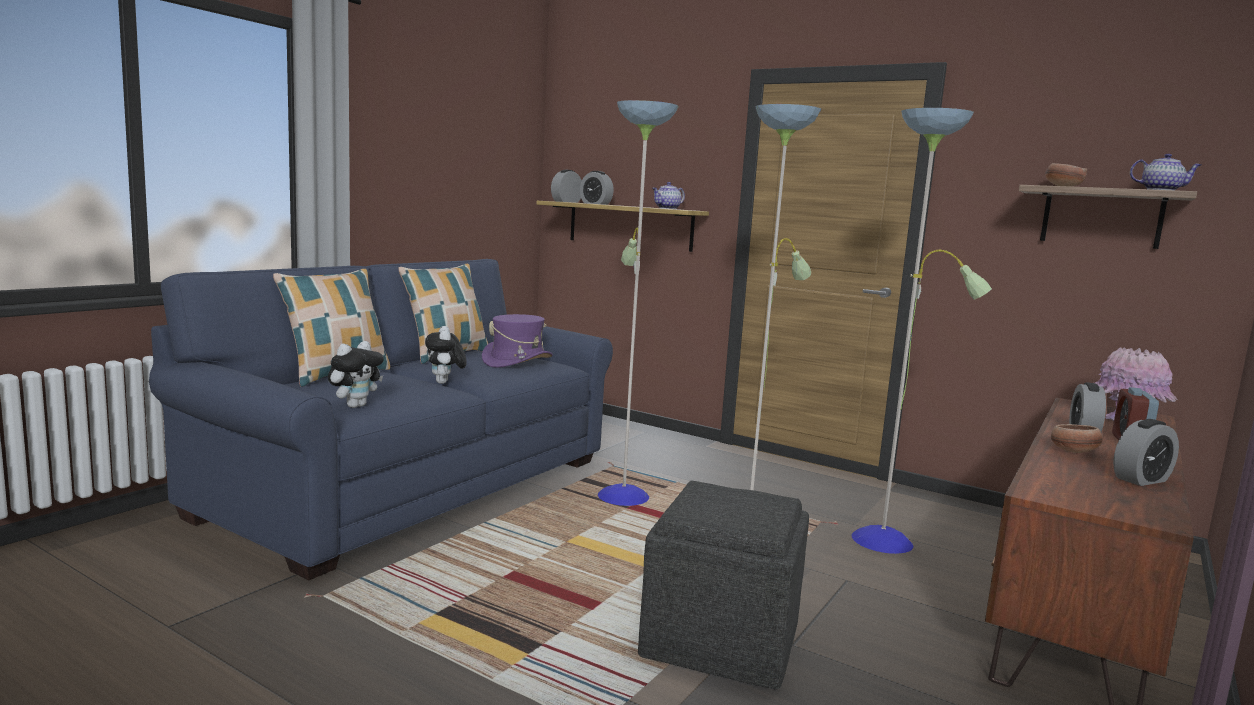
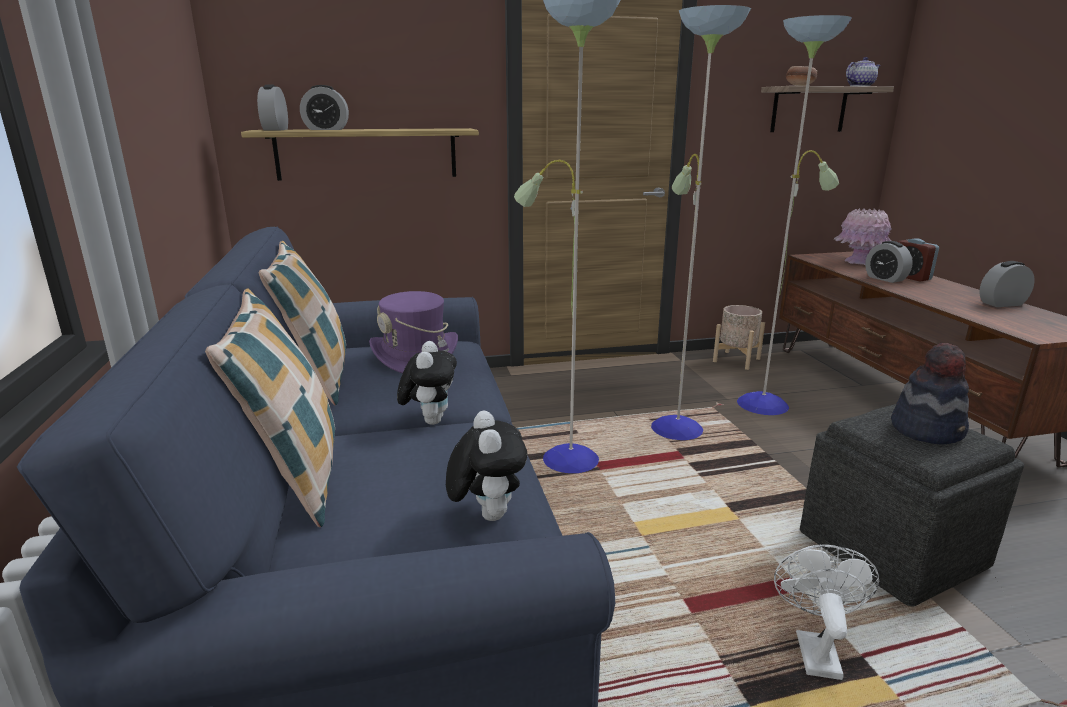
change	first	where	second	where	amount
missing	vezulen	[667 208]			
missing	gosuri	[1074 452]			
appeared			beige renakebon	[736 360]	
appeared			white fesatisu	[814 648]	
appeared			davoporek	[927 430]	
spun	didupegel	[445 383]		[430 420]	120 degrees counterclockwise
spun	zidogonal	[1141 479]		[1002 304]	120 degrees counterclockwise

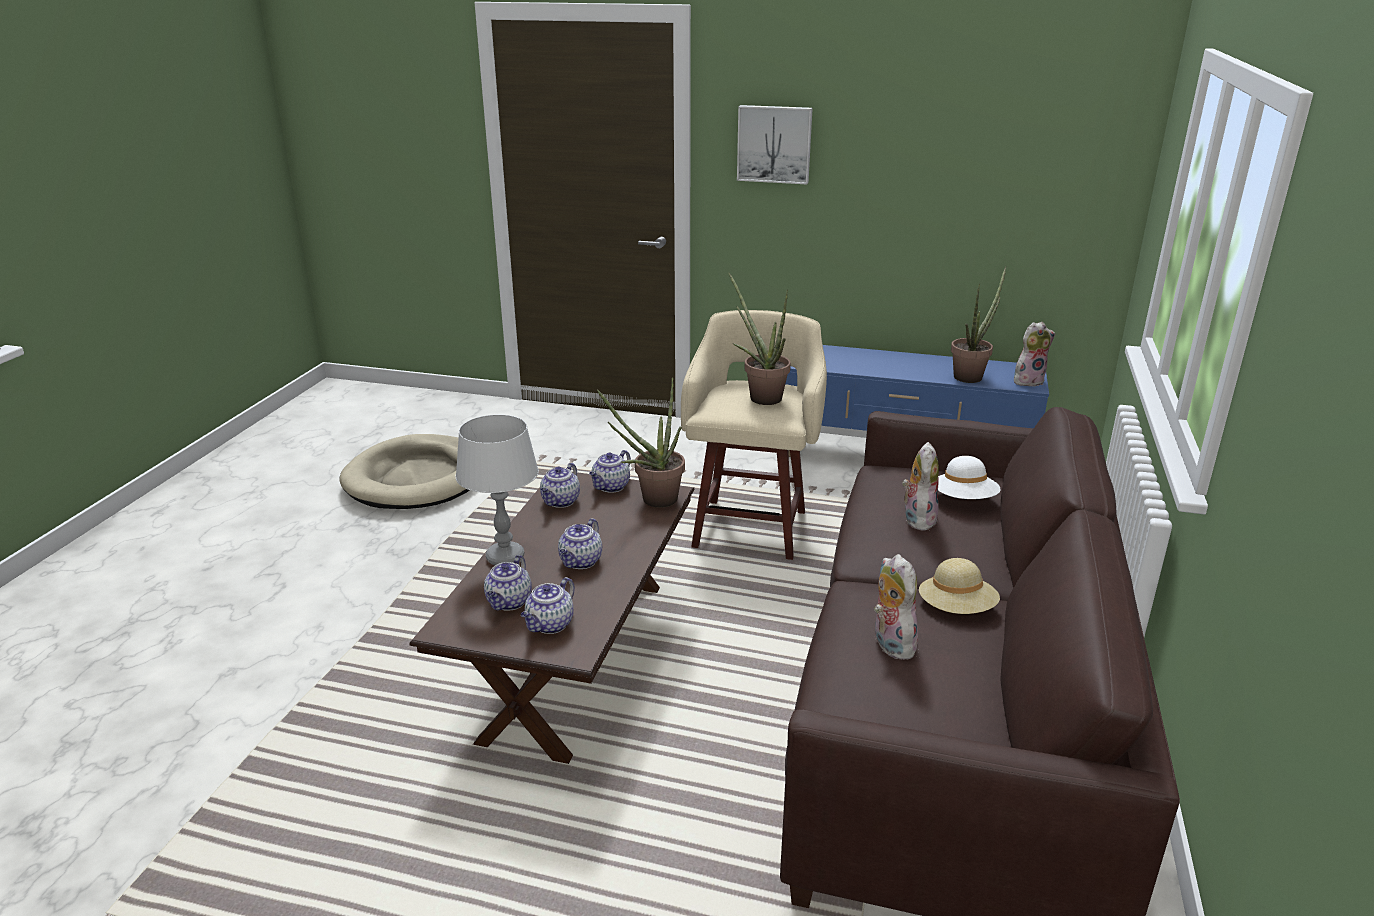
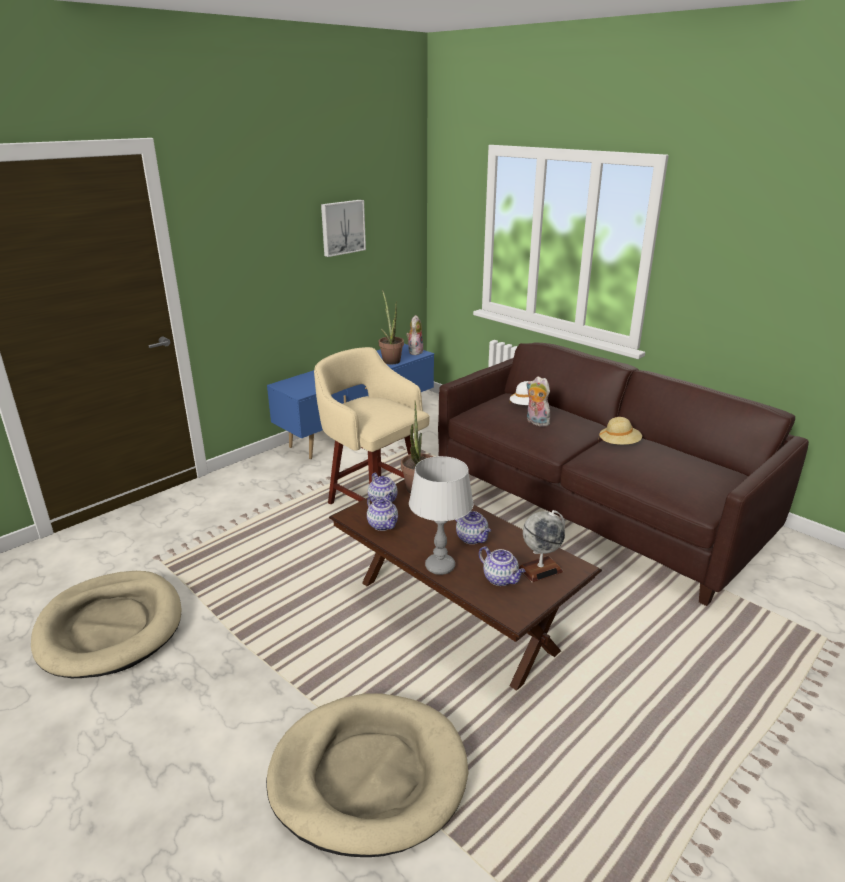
change	first	where	second	where	amount
missing	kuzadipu	[760 396]			
missing	didupegel	[890 644]			
appeared			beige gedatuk	[368 775]	
relocated	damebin	[774 144]		[342 227]	
exchanged	vezulen	[550 625]	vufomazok	[540 569]	

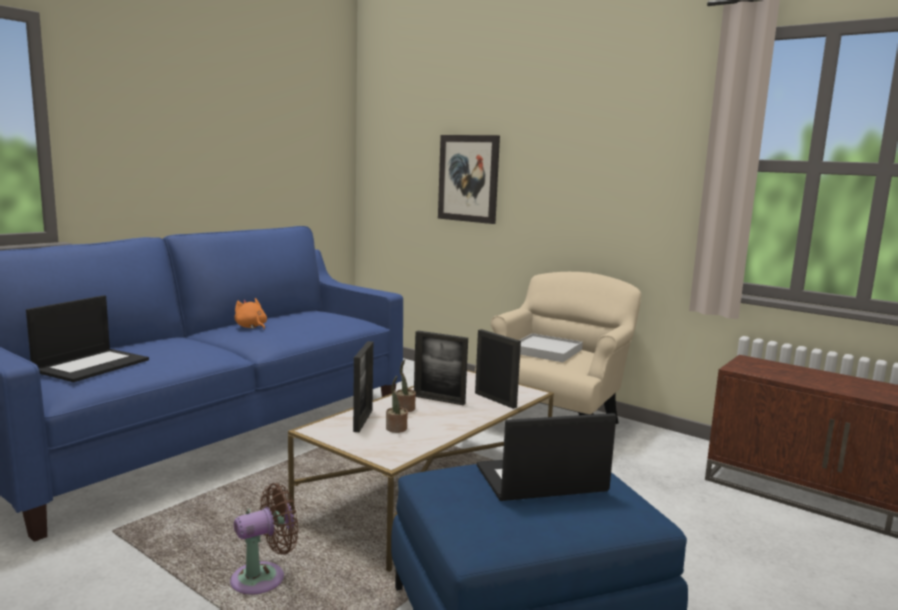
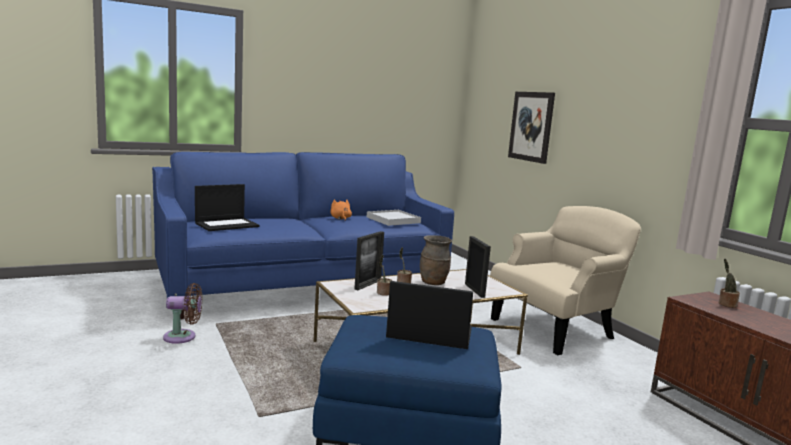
change	first	where	second	where	amount
appeared			kuzadipu	[726 304]	
relocated	brown fesatisu	[264 578]		[183 337]	
relocated	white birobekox	[546 351]		[393 220]	
exchanged	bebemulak	[439 400]	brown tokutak	[433 283]	

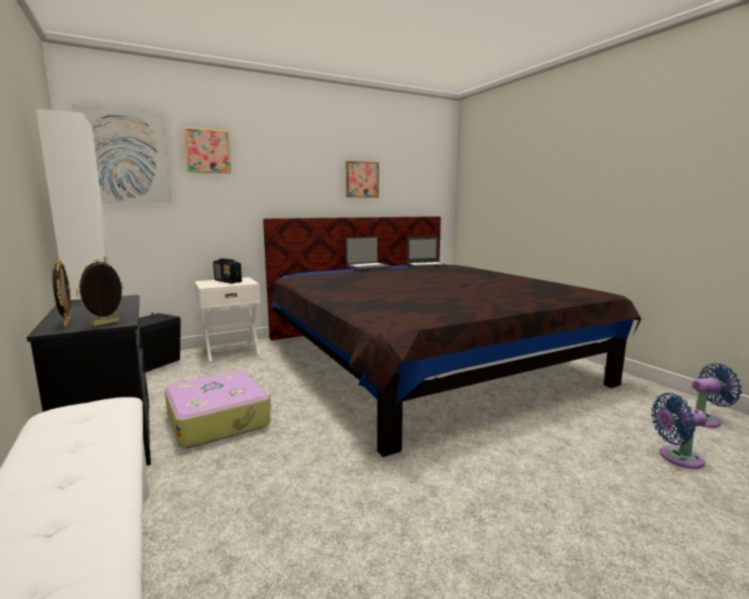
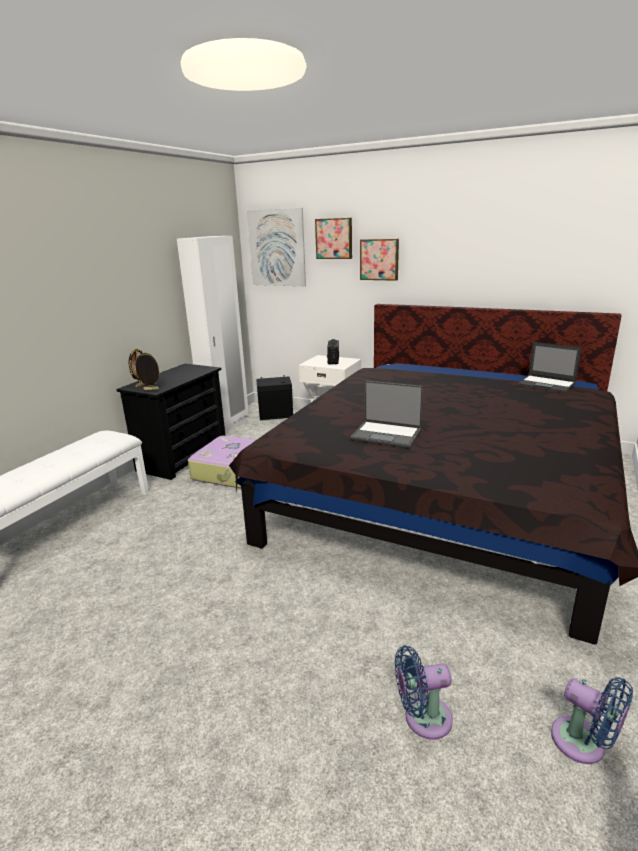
change	first	where	second	where	amount
relocated	damebin	[361 179]		[379 259]	
relocated	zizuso	[368 267]		[386 435]	
spun	blue fesatisu	[677 458]		[423 718]	60 degrees counterclockwise

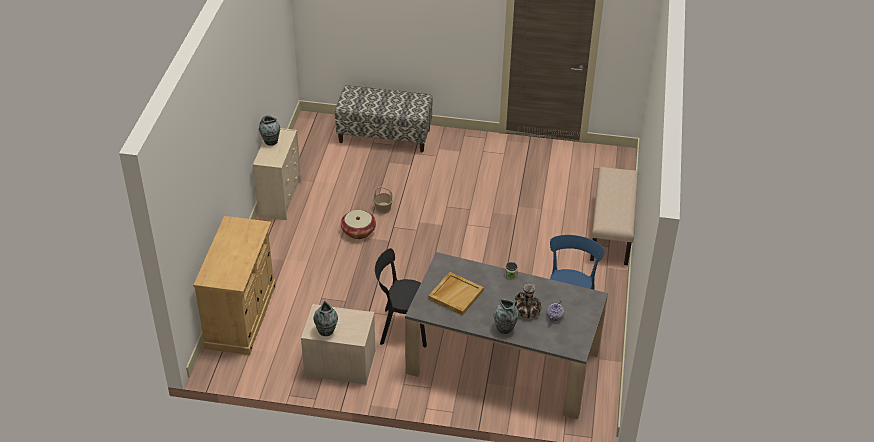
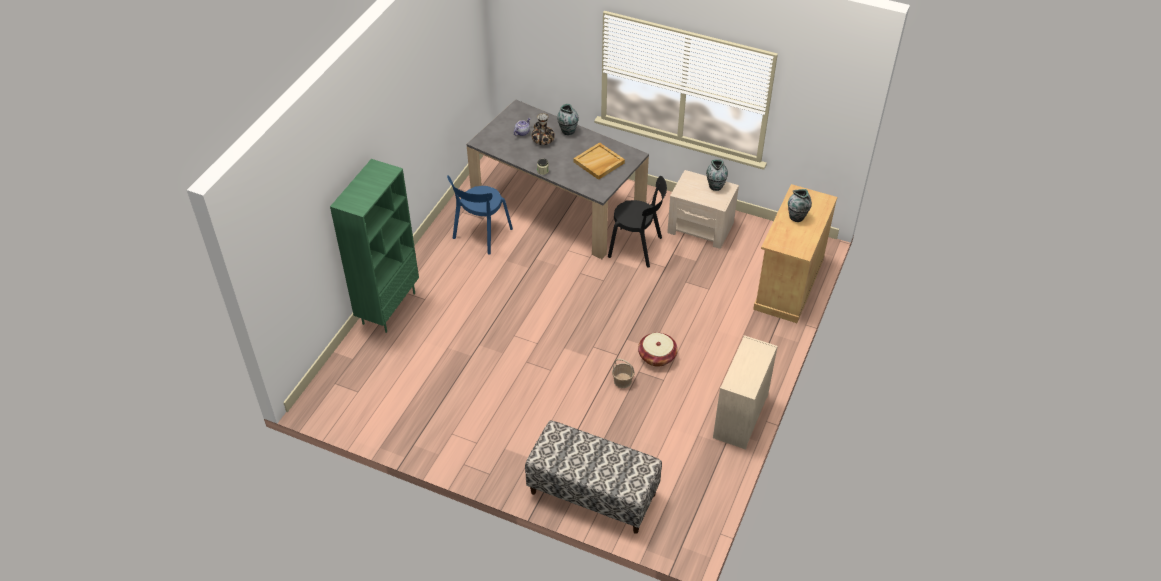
change	first	where	second	where	amount
relocated	tokutak	[270 141]		[797 217]	
exchanged	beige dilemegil	[612 231]	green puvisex	[388 308]	

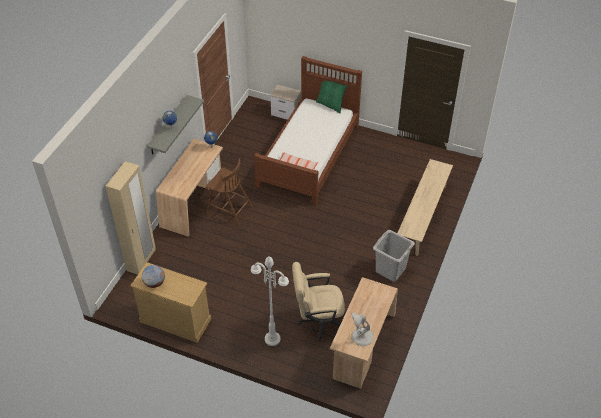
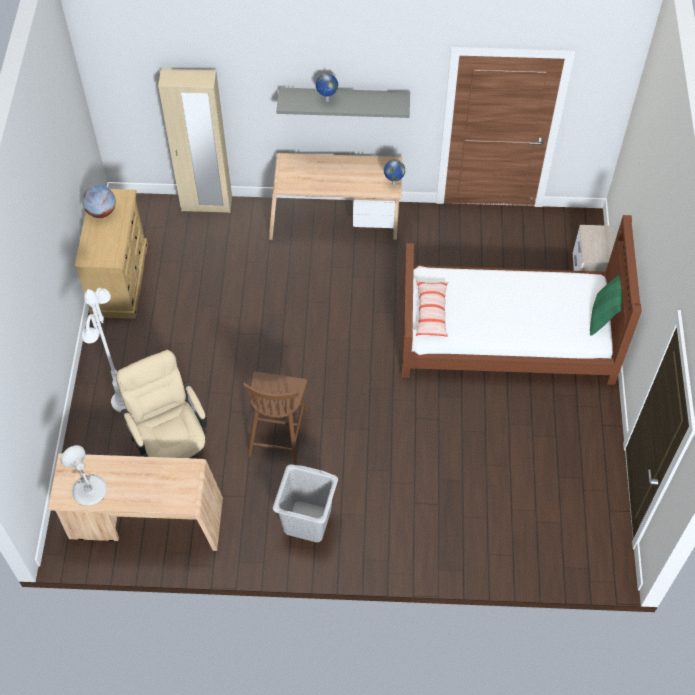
change	first	where	second	where	amount
missing	beige dilemegil	[423 217]			
relocated	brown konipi	[229 208]		[278 431]	

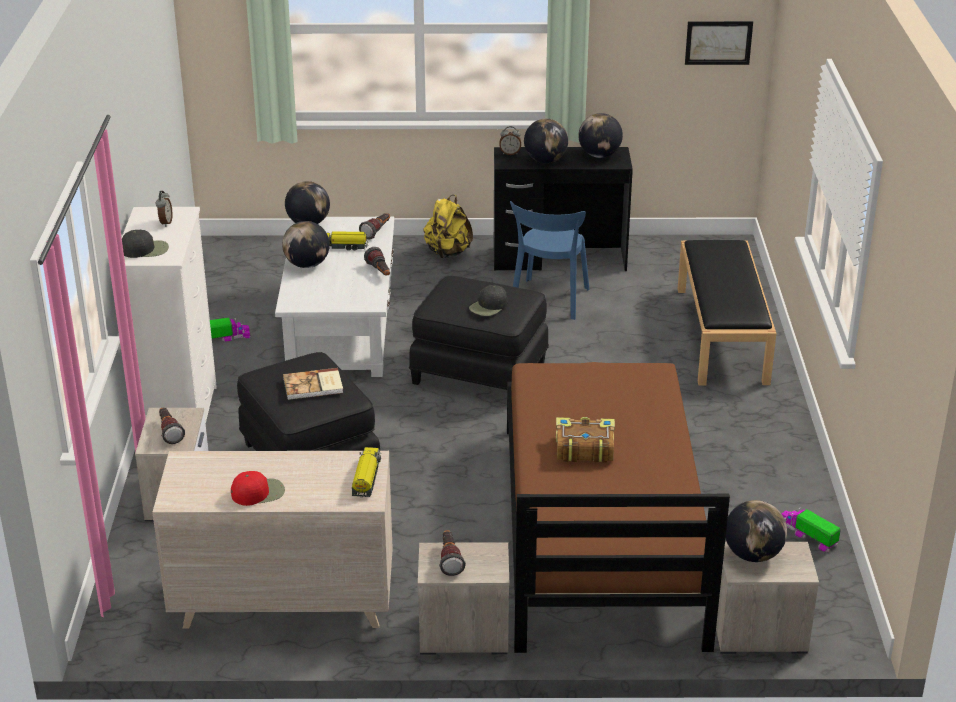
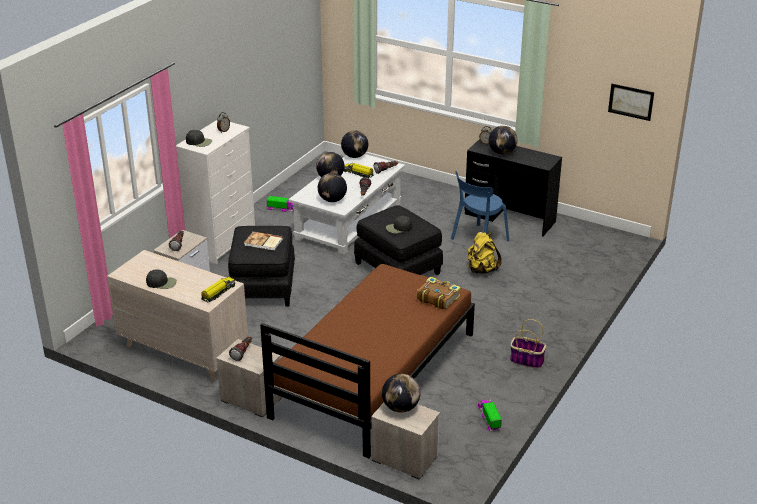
change	first	where	second	where	amount
missing	black dilemegil	[722 335]			
appeared			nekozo	[526 360]	
relocated	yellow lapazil	[448 253]		[481 270]	
relocated	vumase	[583 448]		[437 298]	
relocated	vufomazok	[599 155]		[332 200]	
colour	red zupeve	[258 492]	black zupeve	[161 283]	

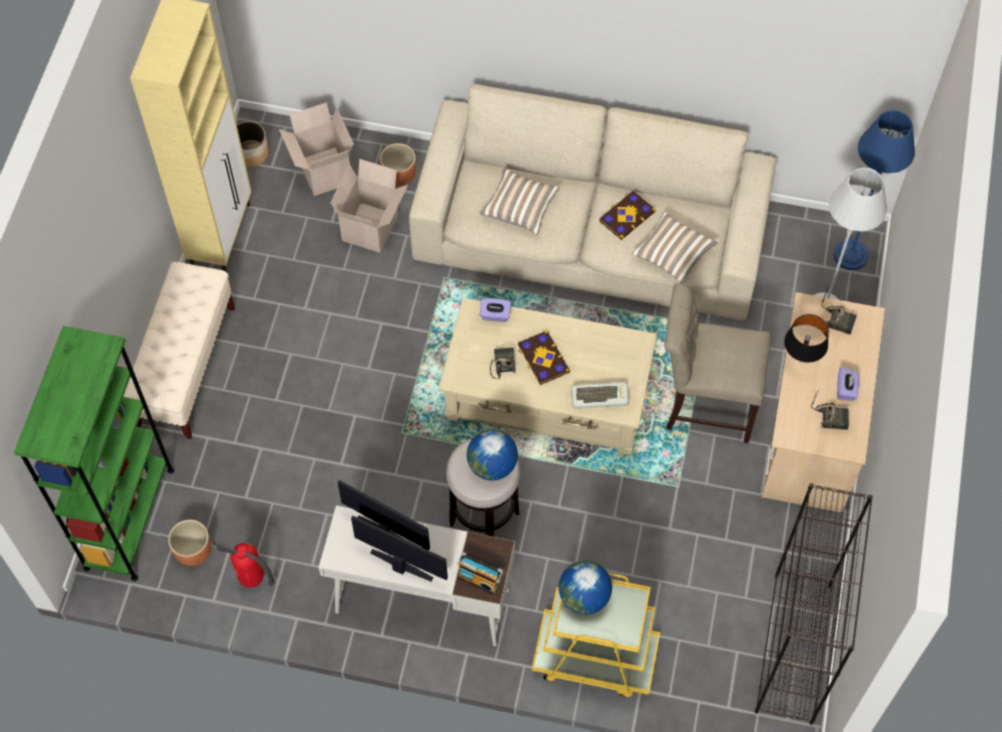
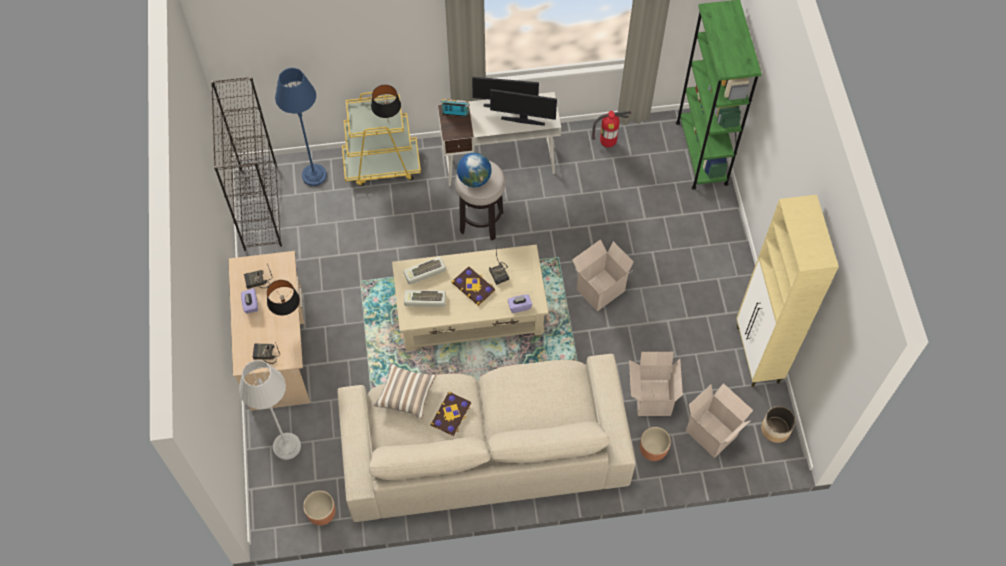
change	first	where	second	where	amount
missing	beige dilemegil	[186 367]			
missing	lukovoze	[520 208]			
missing	beige konipi	[704 403]			
appeared			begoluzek	[424 300]	
appeared			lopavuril	[600 289]	
relocated	brown renakebon	[194 551]		[321 514]	
relocated	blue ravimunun	[850 255]		[314 175]	
exchanged	vufomazok	[584 597]	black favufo	[388 121]	

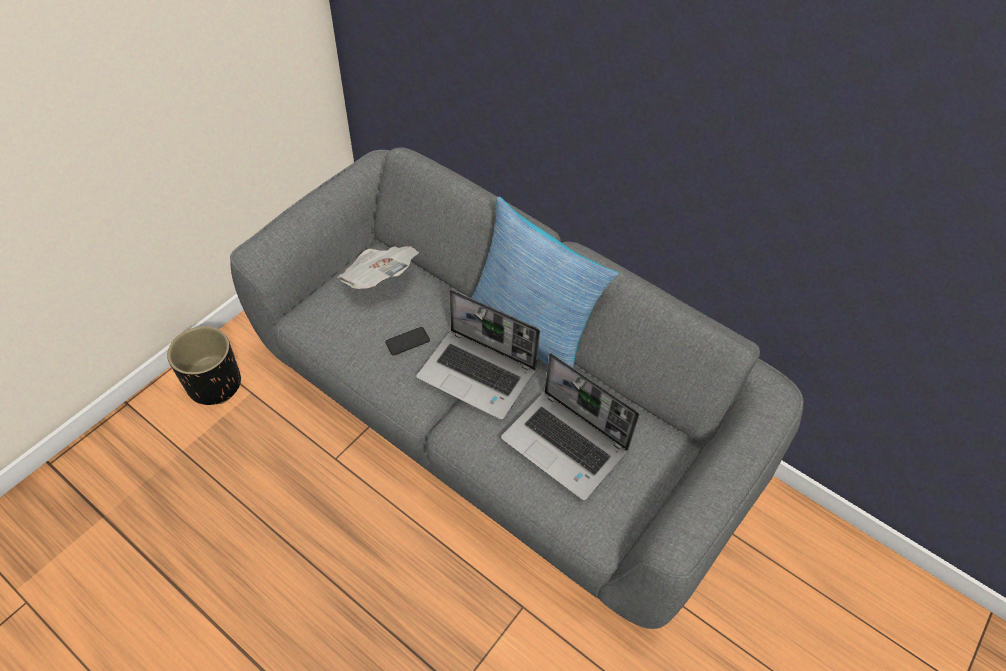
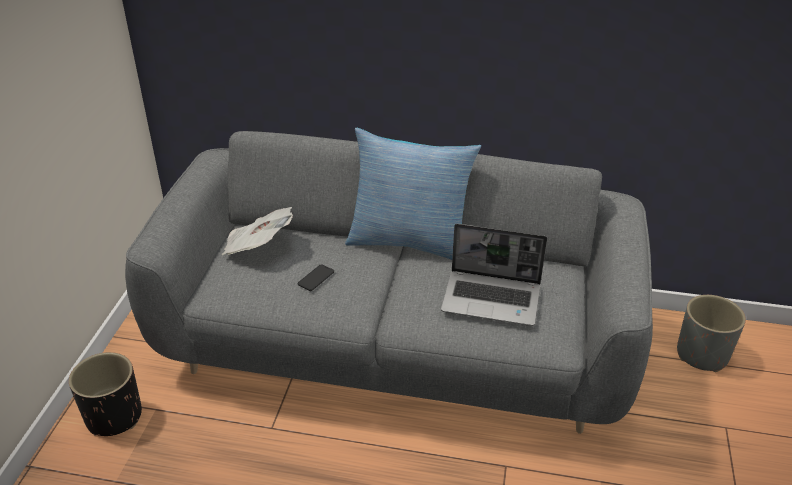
change	first	where	second	where	amount
missing	zizuso	[478 375]			
appeared			grey renakebon	[702 354]	

